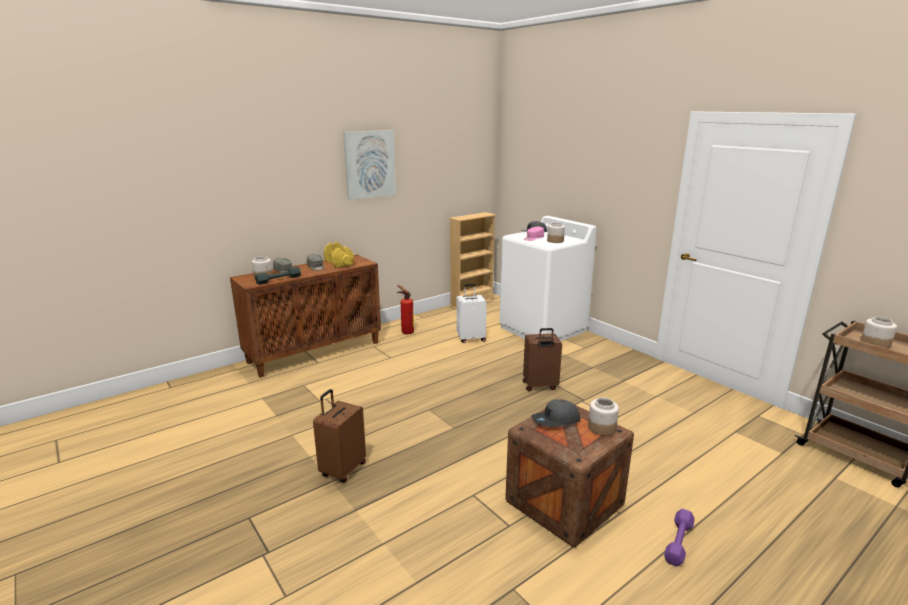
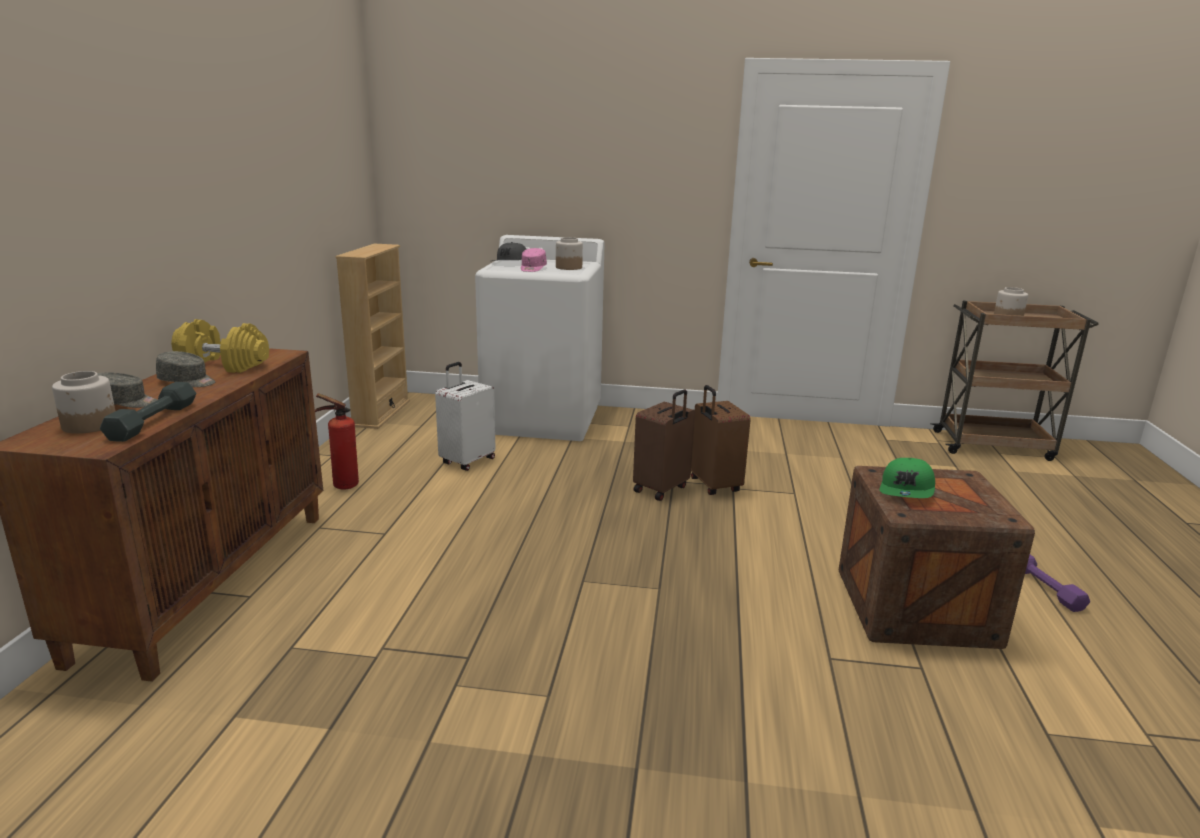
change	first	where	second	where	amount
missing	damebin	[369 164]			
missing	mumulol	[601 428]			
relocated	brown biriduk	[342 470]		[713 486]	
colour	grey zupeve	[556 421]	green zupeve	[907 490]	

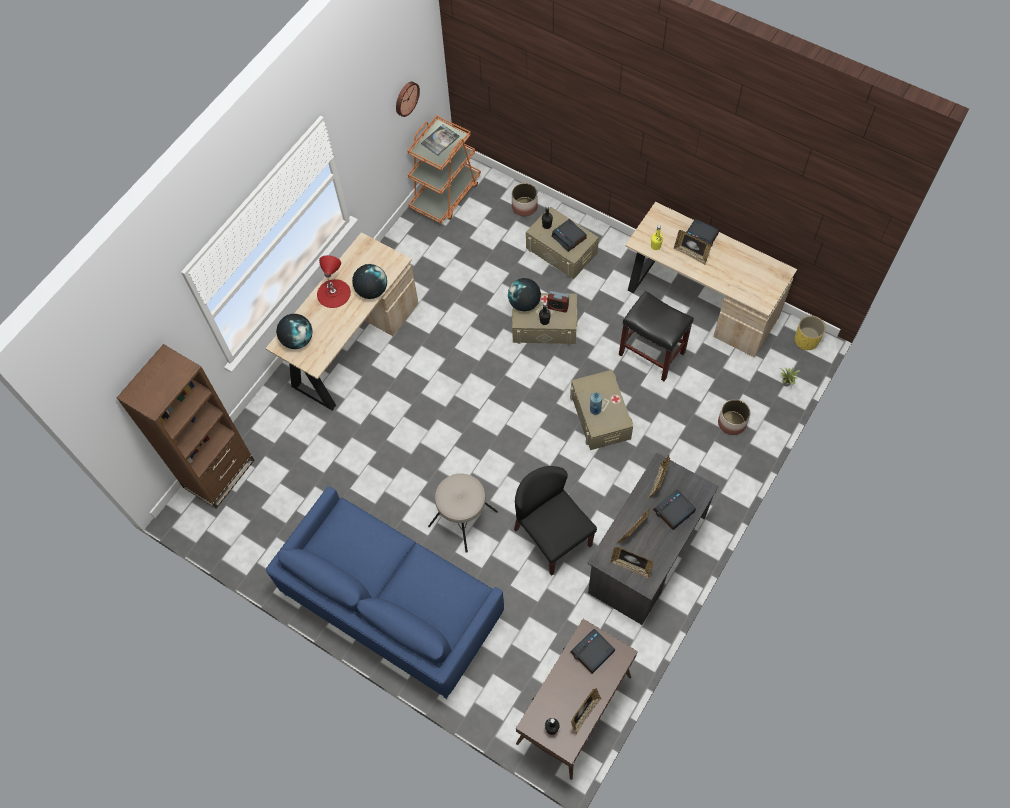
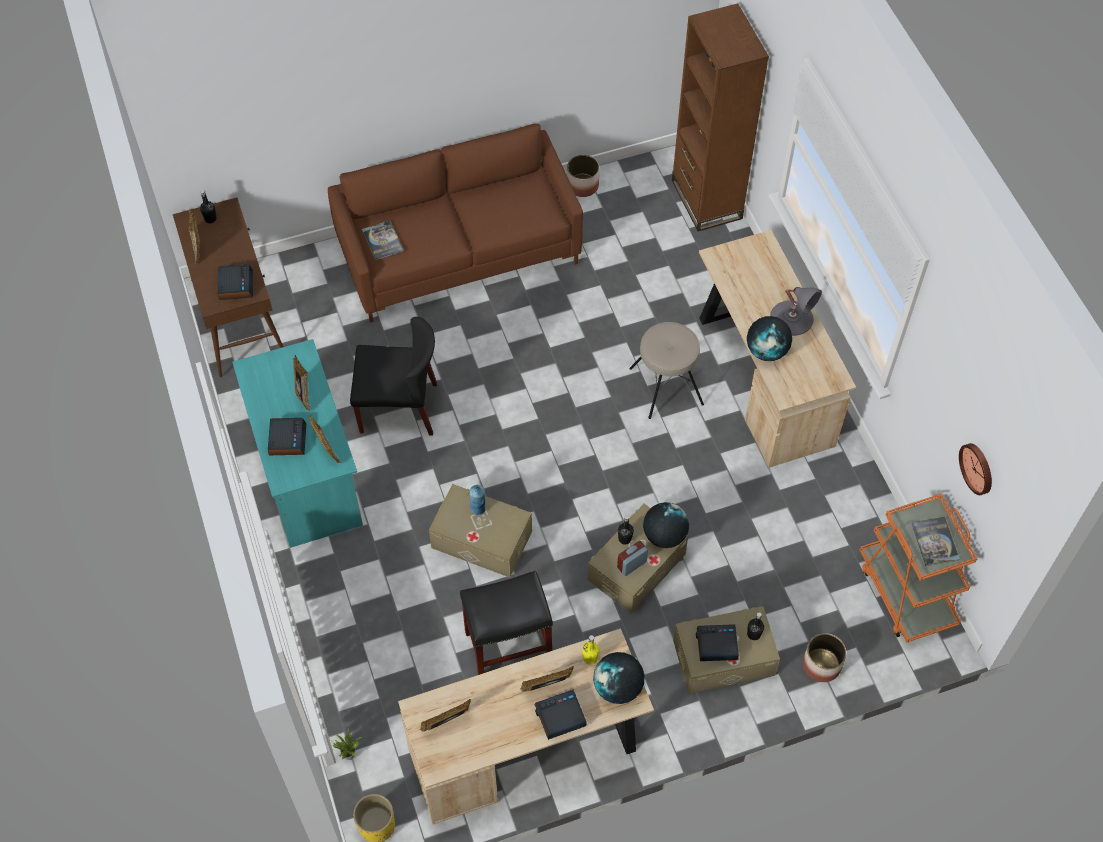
change	first	where	second	where	amount
appeared			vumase	[382 240]	
relocated	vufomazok	[297 340]		[618 687]	
relocated	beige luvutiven	[463 519]		[665 386]	
relocated	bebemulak	[631 566]		[447 723]	
relocated	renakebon	[731 423]		[582 185]	
colour	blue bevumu	[392 603]	brown bevumu	[459 251]	
colour	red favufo	[333 293]	grey favufo	[792 317]	
colour	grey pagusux	[646 555]	turquoise pagusux	[306 470]	

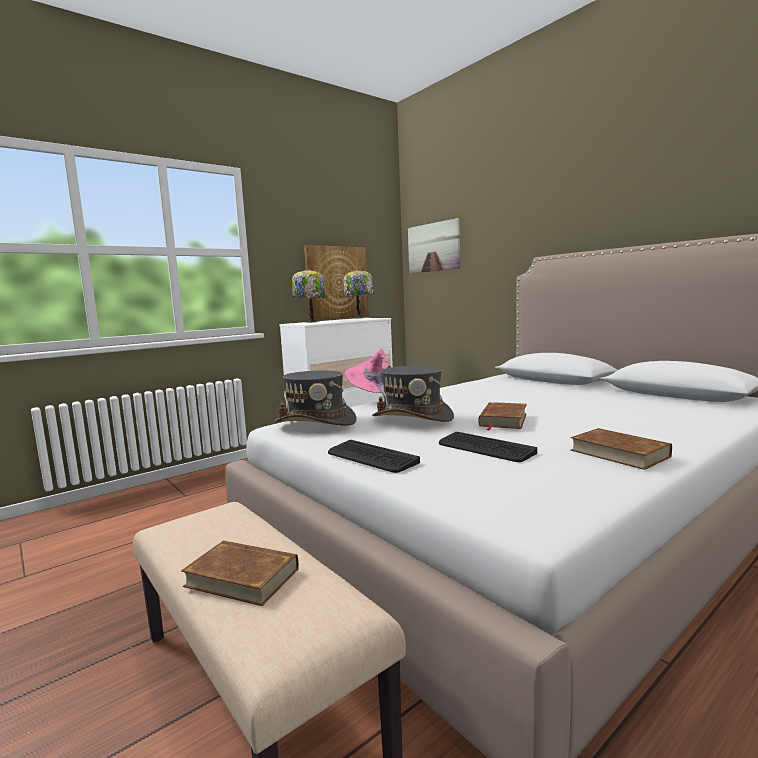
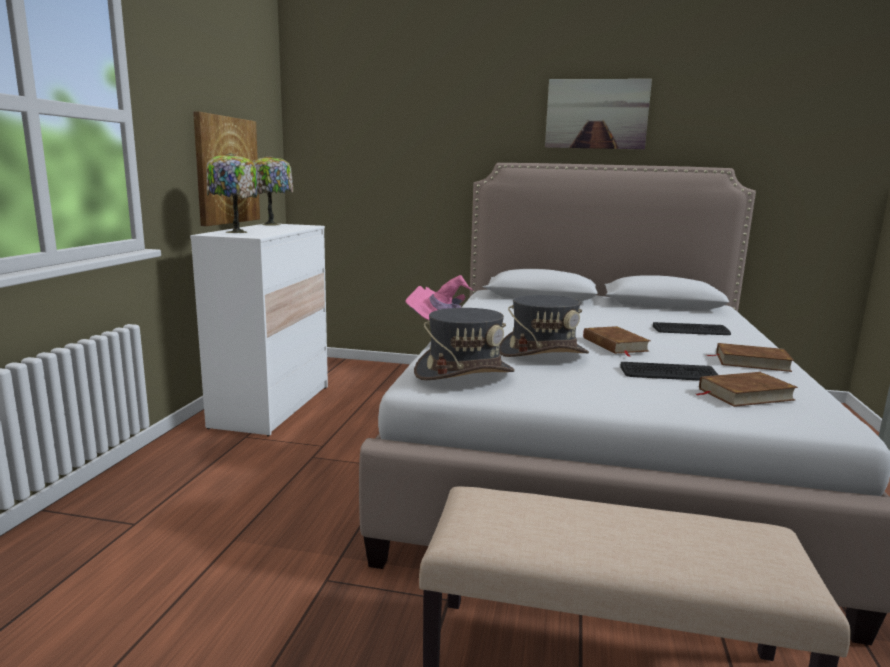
change	first	where	second	where	amount
relocated	brown vumase	[242 577]		[745 394]	
relocated	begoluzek	[371 457]		[691 330]	
relocated	damebin	[433 247]		[596 114]	

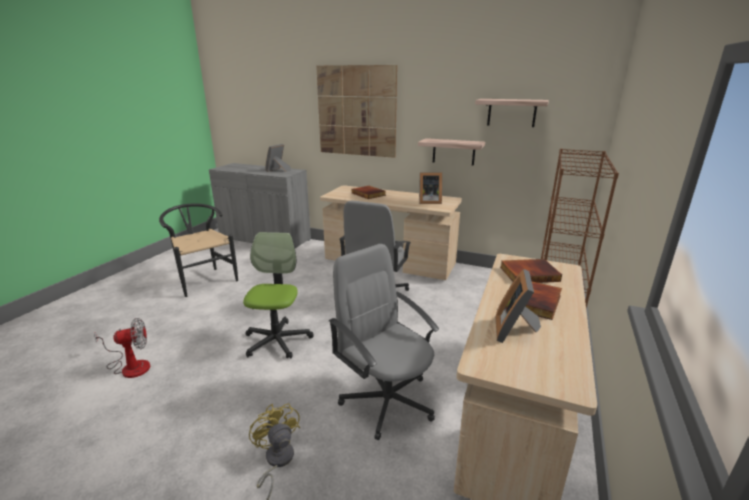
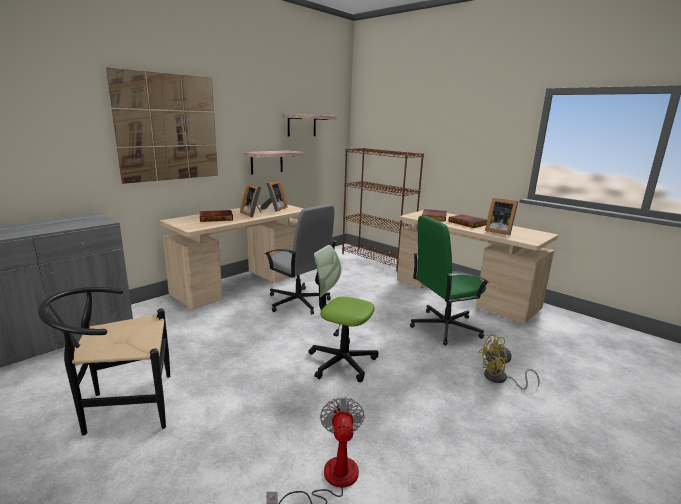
change	first	where	second	where	amount
relocated	bebemulak	[278 170]		[253 214]	
colour	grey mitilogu	[387 400]	green mitilogu	[444 327]	

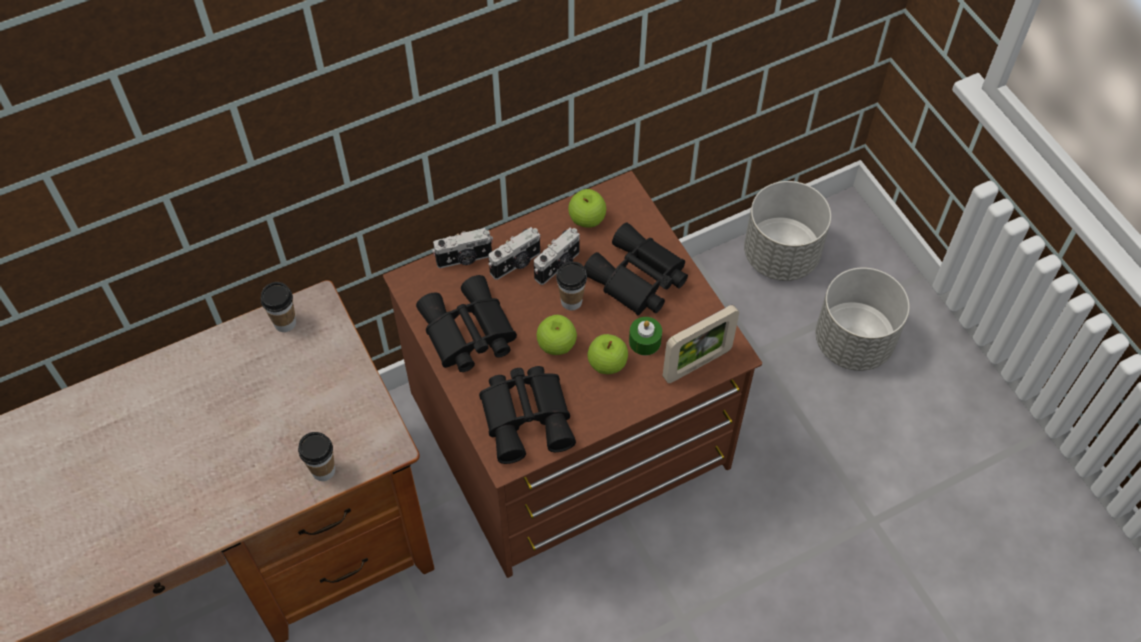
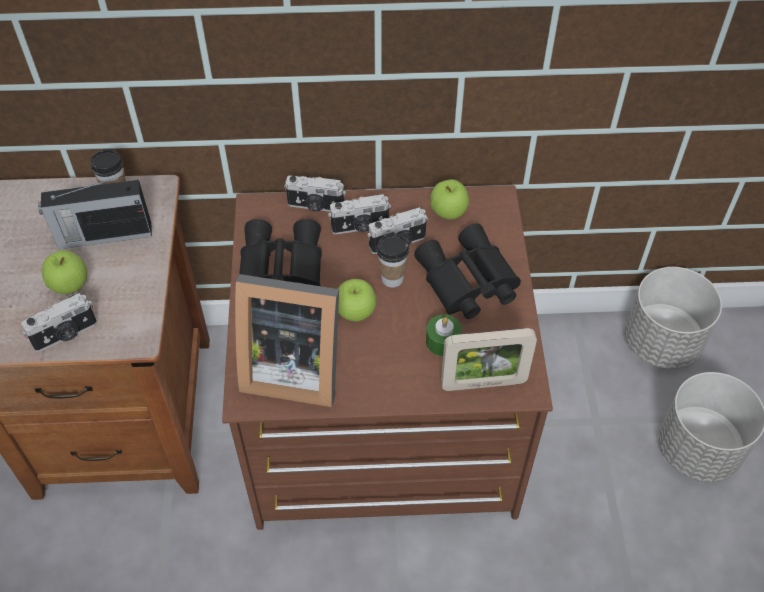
change	first	where	second	where	amount
appeared			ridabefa	[103 235]	
relocated	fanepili	[607 364]		[70 285]	
exchanged	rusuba	[323 470]	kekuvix	[66 335]	
exchanged	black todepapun	[528 417]	bebemulak	[291 367]	

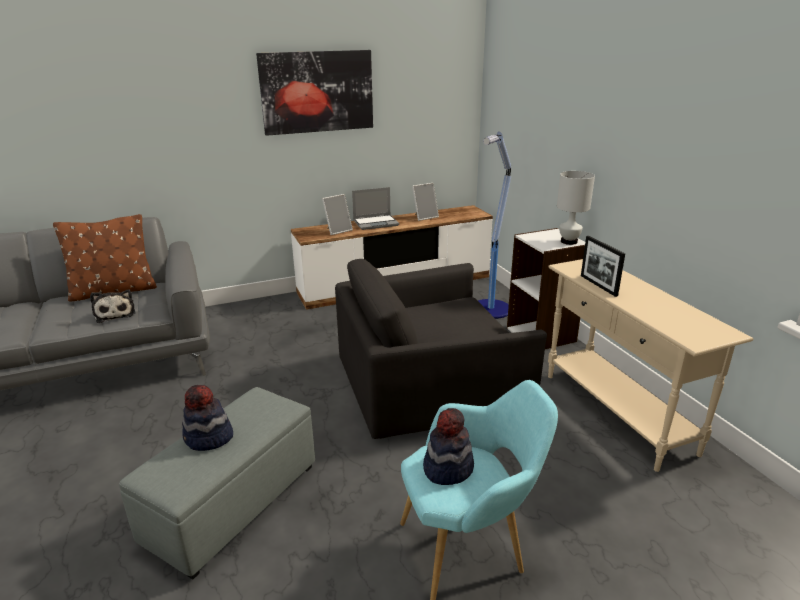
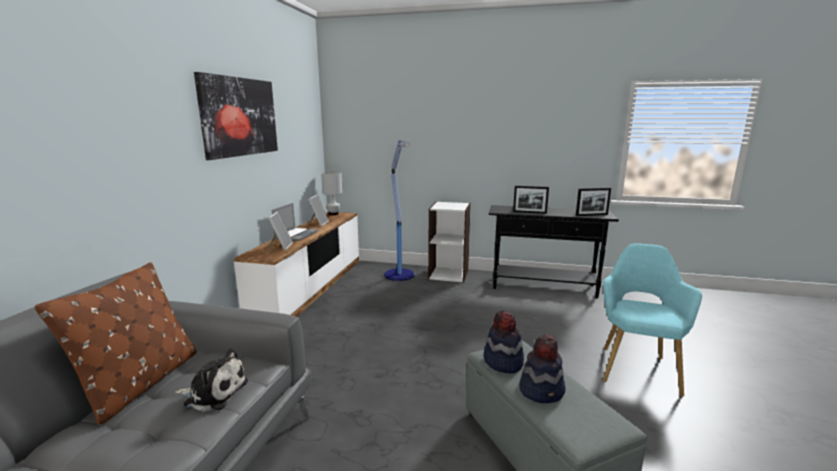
change	first	where	second	where	amount
missing	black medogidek	[429 382]			
appeared			bebemulak	[591 215]	
relocated	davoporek	[447 468]		[503 362]	
relocated	white favufo	[569 241]		[333 214]	
colour	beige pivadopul	[617 413]	black pivadopul	[544 287]	

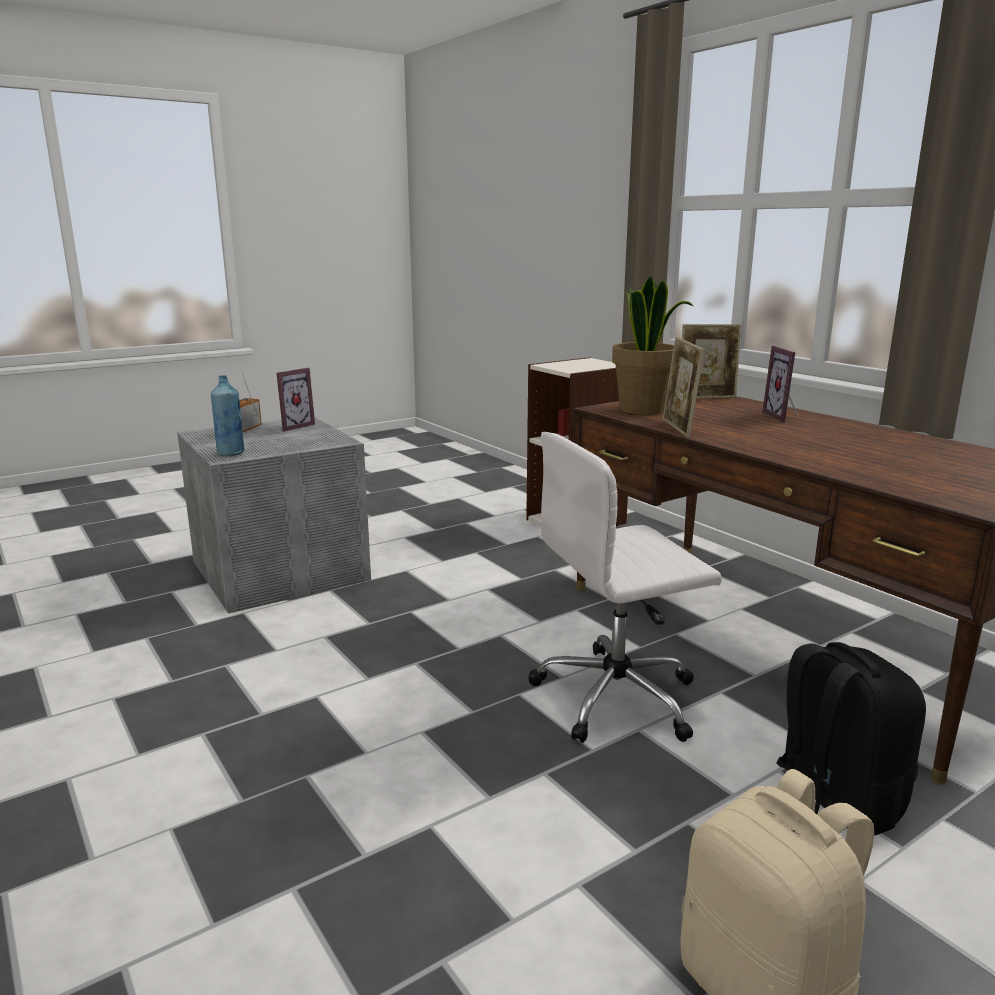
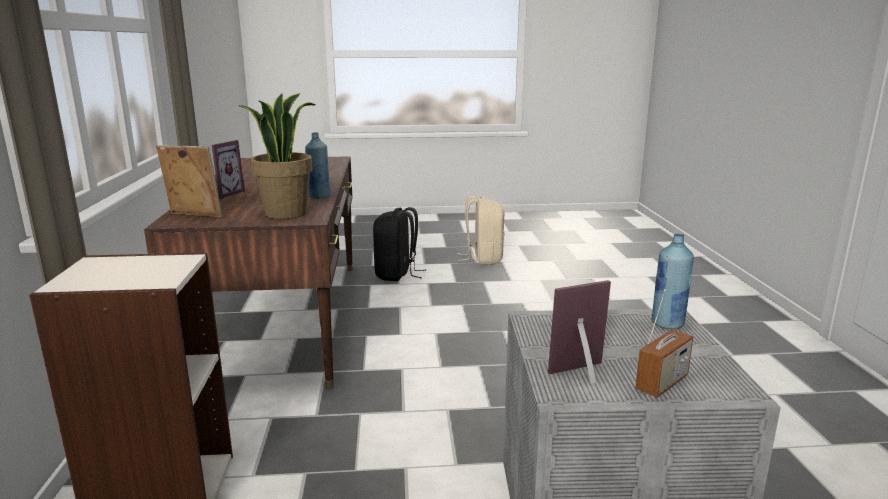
change	first	where	second	where	amount
missing	white mitilogu	[618 697]			
exchanged	bebemulak	[679 428]	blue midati	[319 196]	

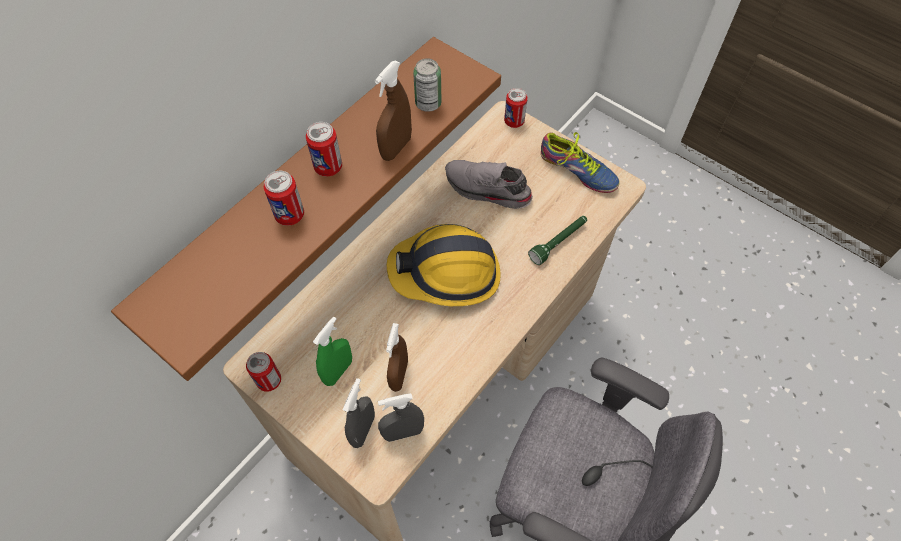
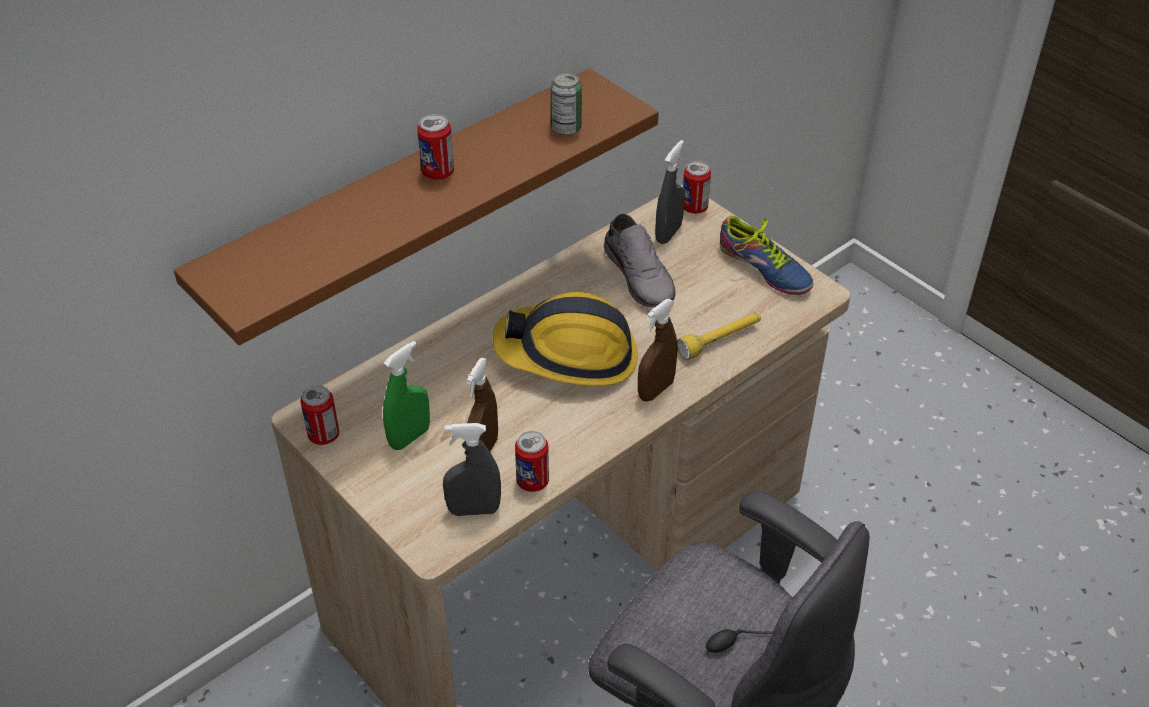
change	first	where	second	where	amount
relocated	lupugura	[289 215]		[532 481]	
relocated	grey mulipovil	[363 430]		[668 233]	
relocated	brown mulipovil	[396 148]		[656 390]	
colour	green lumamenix	[558 242]	yellow lumamenix	[720 341]	
spun	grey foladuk	[486 190]		[641 276]	150 degrees counterclockwise

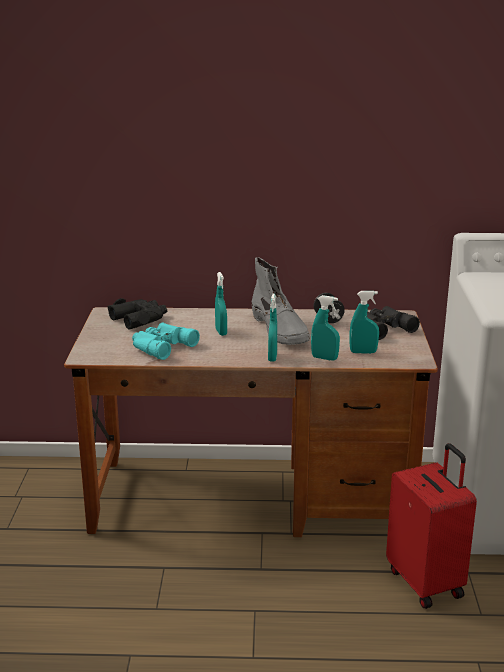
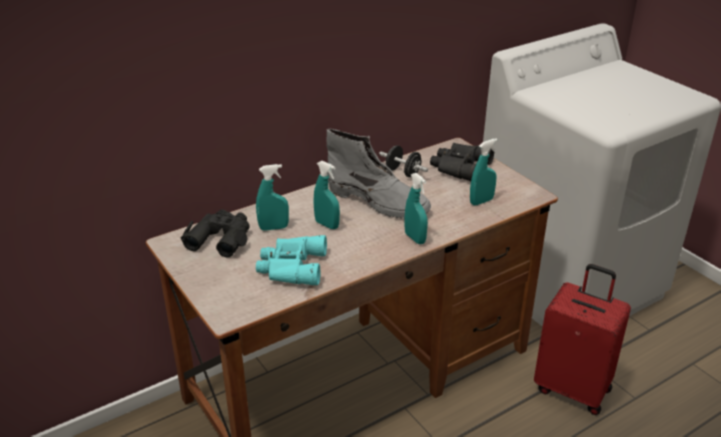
change	first	where	second	where	amount
relocated	turquoise mulipovil	[324 358]		[273 228]	

